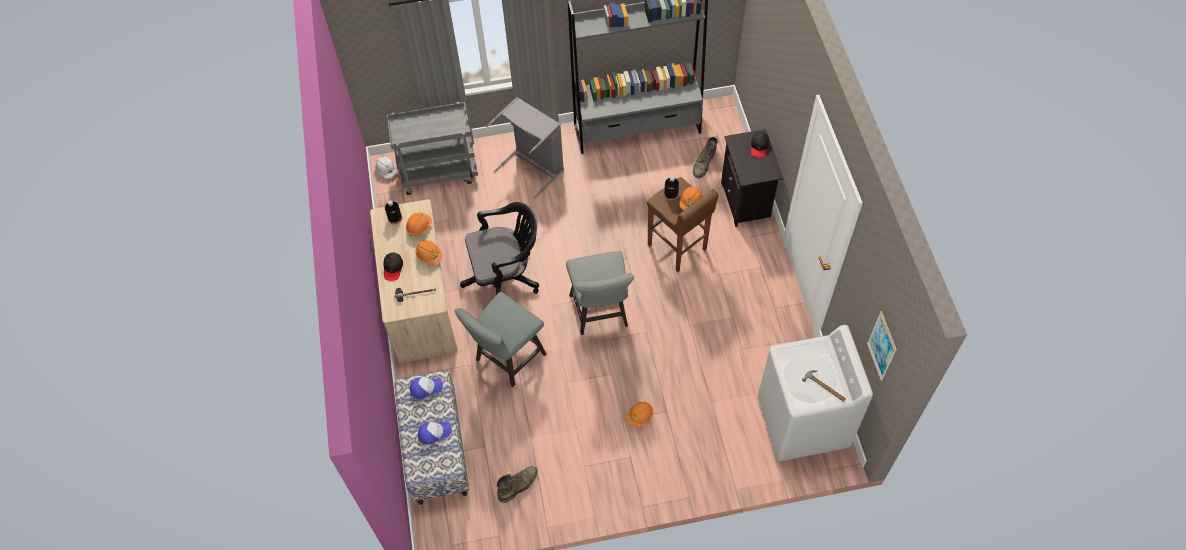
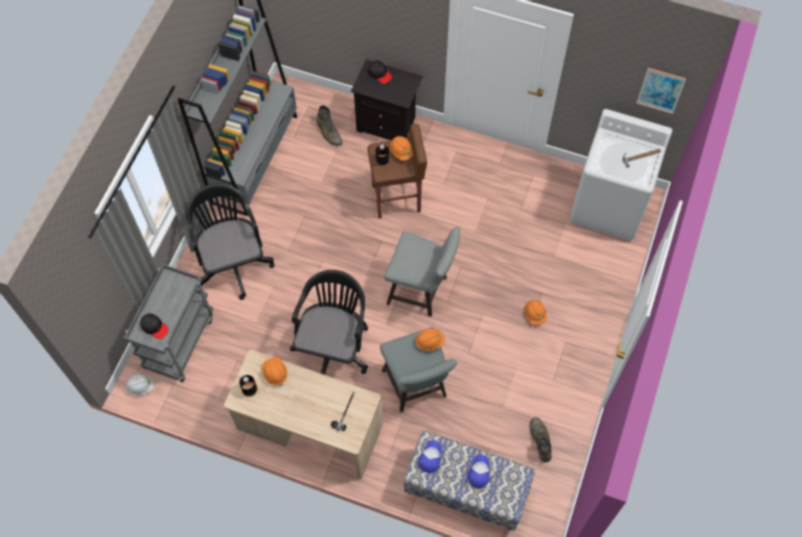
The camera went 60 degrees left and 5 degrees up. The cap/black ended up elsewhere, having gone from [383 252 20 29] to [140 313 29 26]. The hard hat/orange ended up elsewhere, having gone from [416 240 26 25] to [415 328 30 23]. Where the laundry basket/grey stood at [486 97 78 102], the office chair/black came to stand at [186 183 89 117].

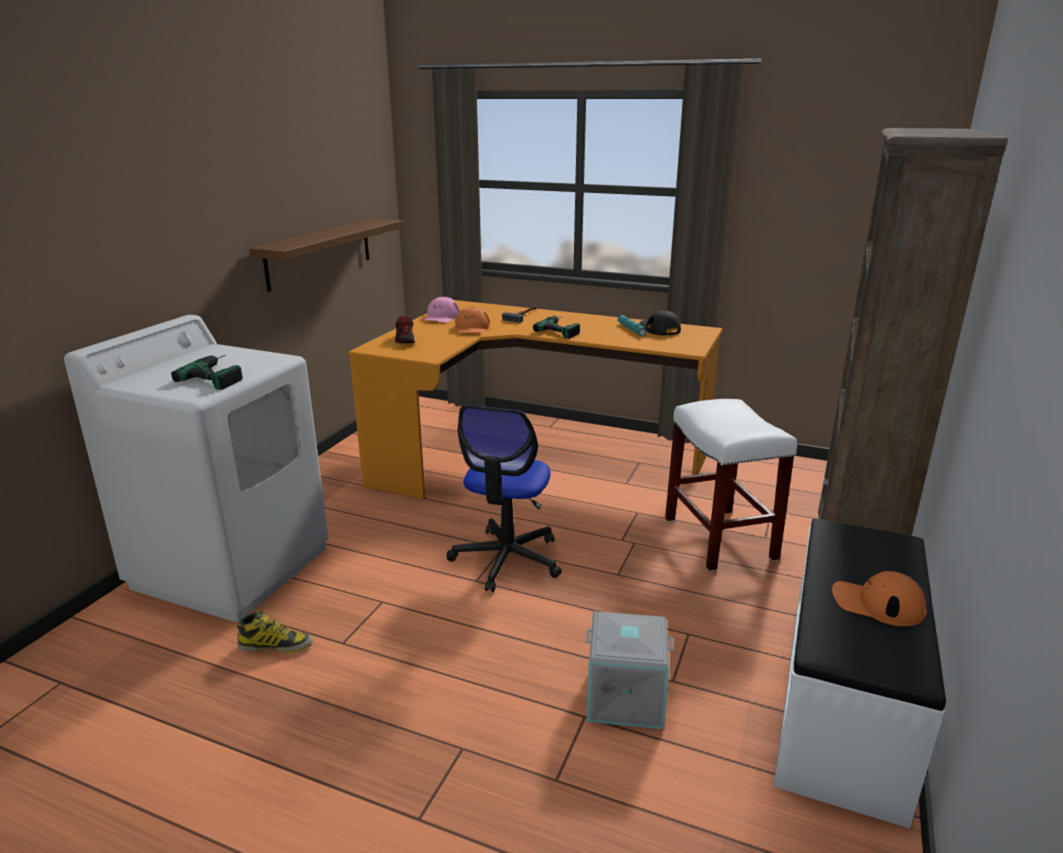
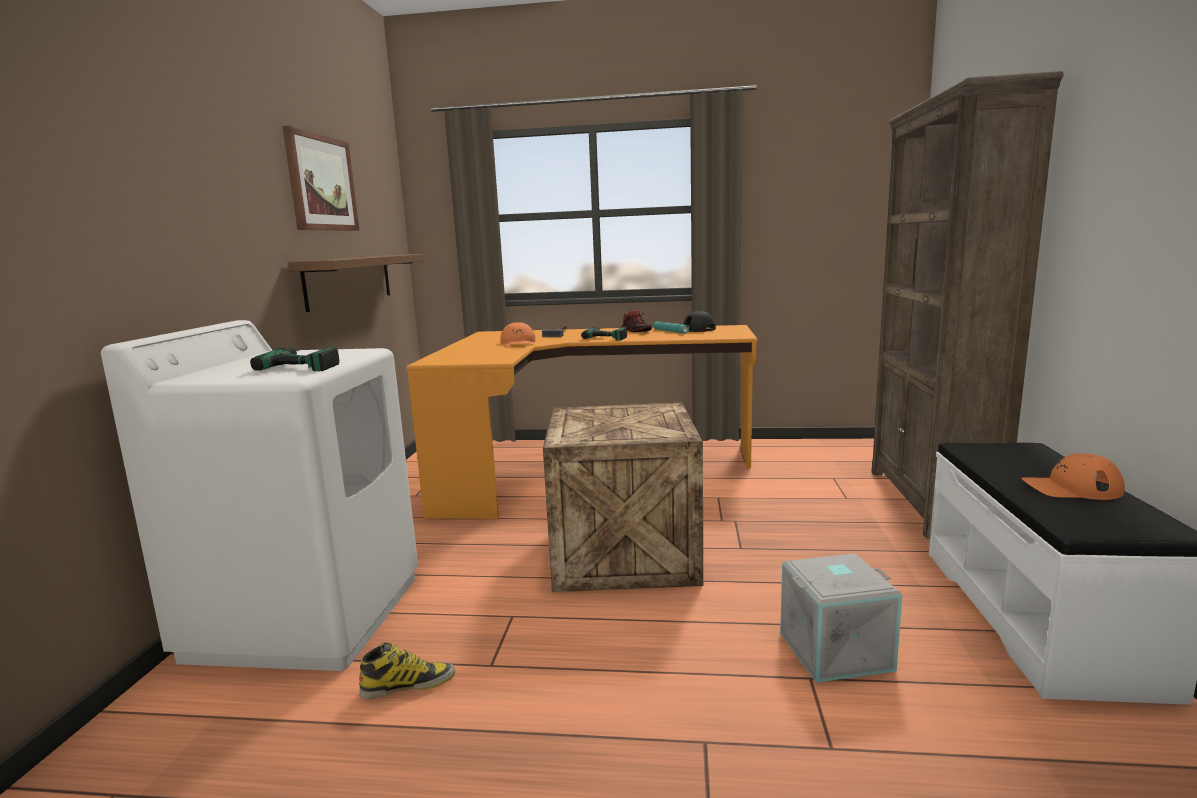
The camera went 15 degrees left and 10 degrees down. The shoe ended up elsewhere, having gone from [395 316 20 27] to [622 310 30 22]. The second view lost the cap/pink at [422 297 38 26]. Where the office chair stood at [446 405 116 187], the crate came to stand at [543 402 160 190]. The second view lost the stool/white at [665 399 132 173]. The second view gained the picture at [282 126 77 105].

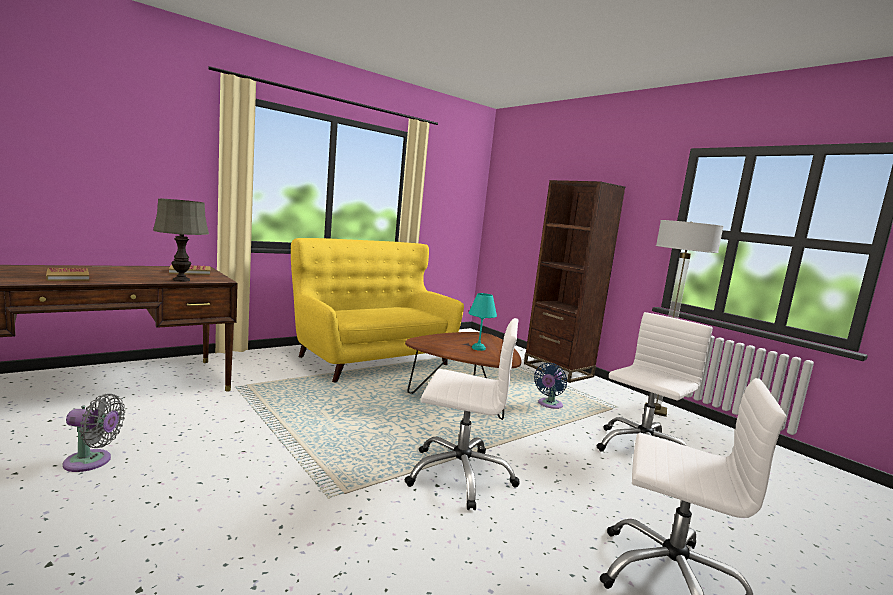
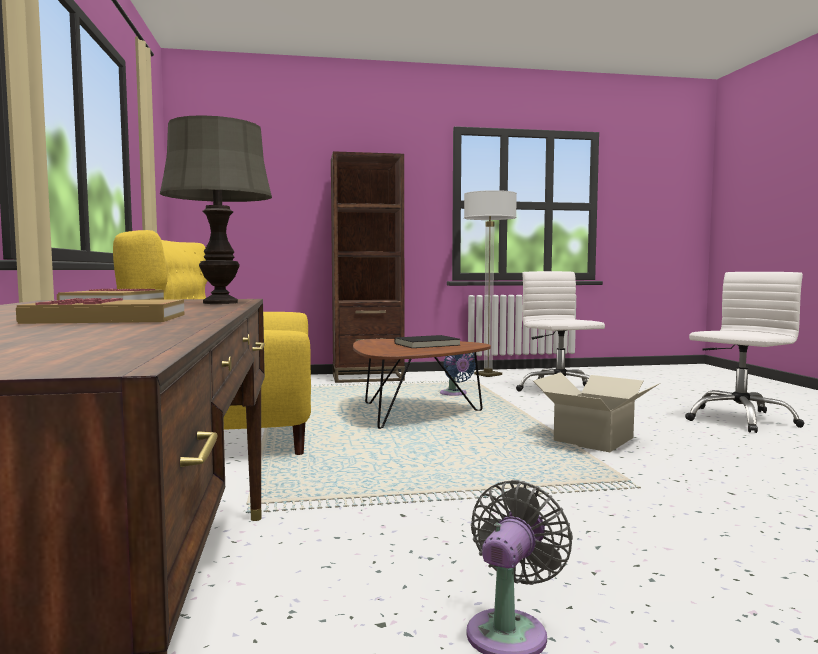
The camera went 60 degrees left and 5 degrees down. Where the office chair/white stood at [405 318 114 192], the cardboard box came to stand at [533 373 127 79]. Where the table lamp/turquoise stood at [469 293 28 58], the book/black came to stand at [394 335 66 13].

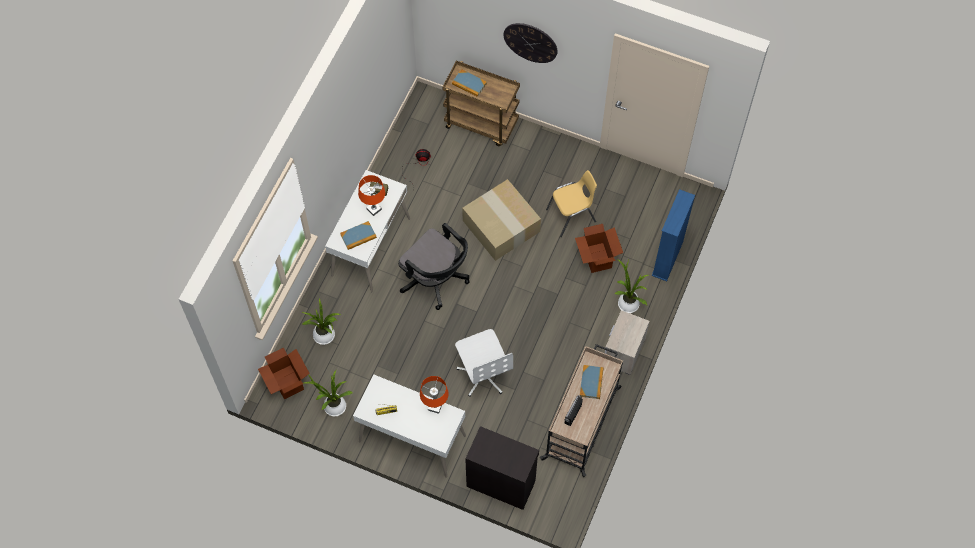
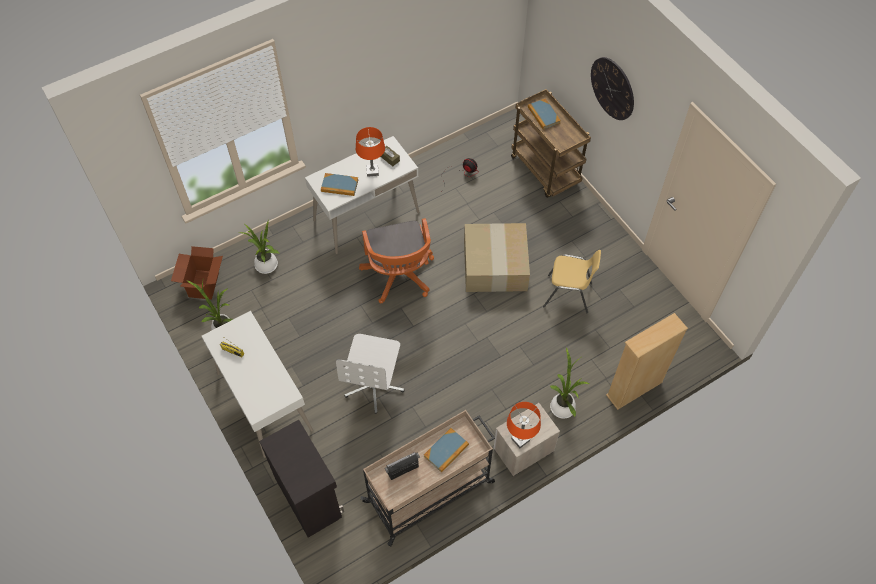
The camera went 35 degrees right and 5 degrees down. What was the office chair/black at [398 223 71 87] turned into the office chair/orange at [359 218 75 85]. The table lamp/orange ended up elsewhere, having gone from [420 376 29 38] to [507 402 34 46]. The second view lost the cardboard box at [575 224 48 49]. What was the bookcase/blue at [652 189 43 92] turned into the bookcase/beige at [606 313 82 97].

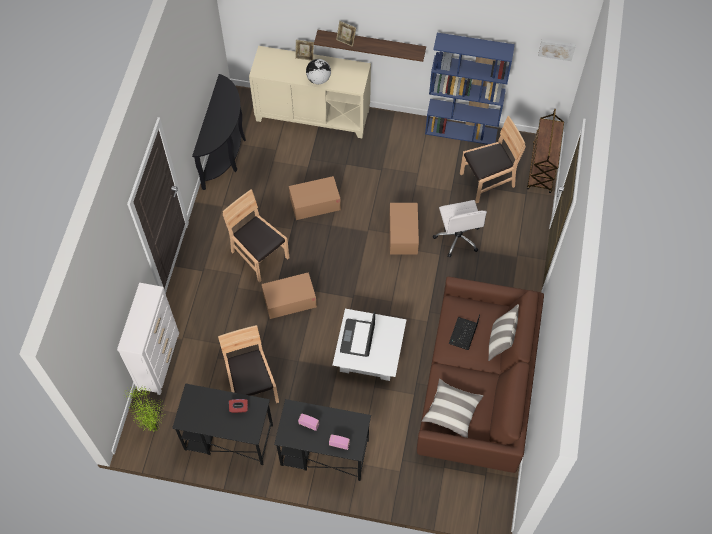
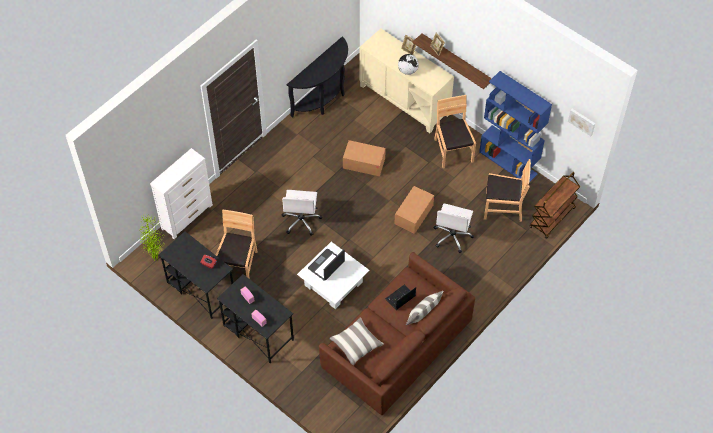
The camera went 30 degrees right and 5 degrees down. The chair/brown ended up elsewhere, having gone from [223 189 67 94] to [434 95 42 74]. Where the cardboard box stood at [262 272 55 47], the office chair/white came to stand at [281 190 42 46].

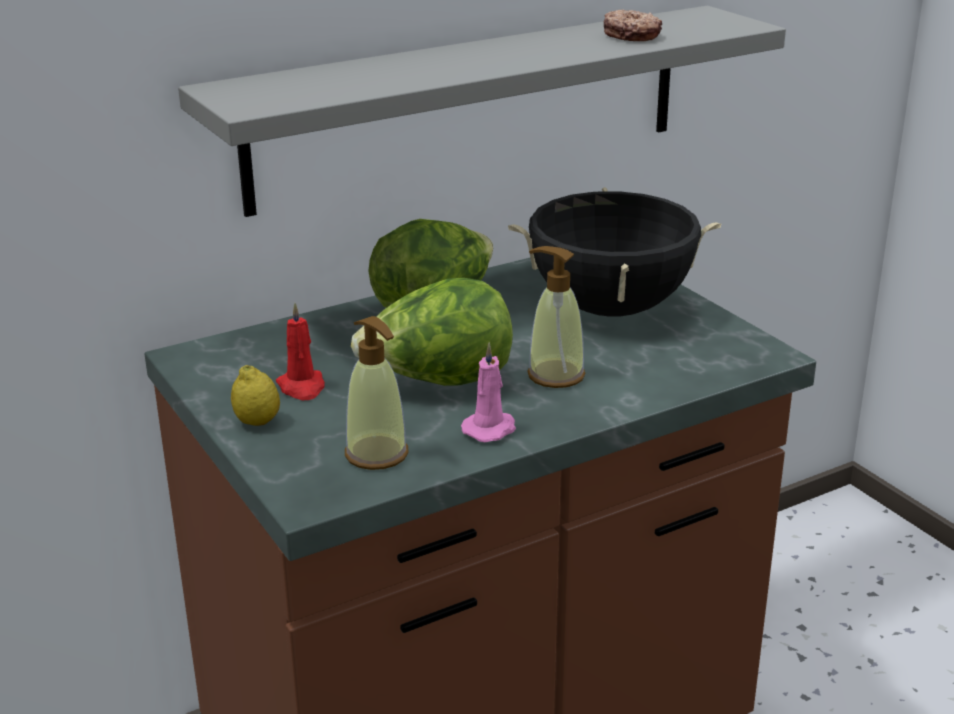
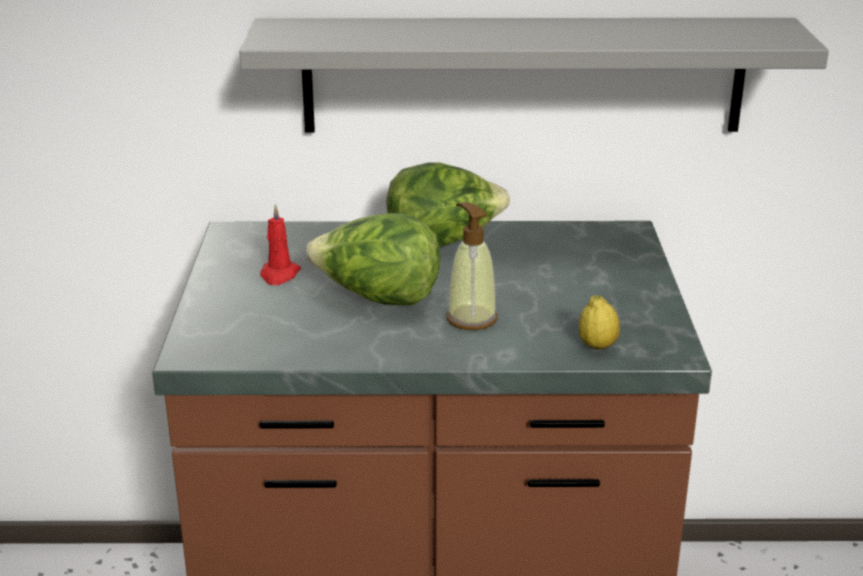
The camera went 30 degrees right and 0 degrees up. The lemon ended up elsewhere, having gone from [231 365 49 61] to [579 295 41 54]. The second view lost the soap dispenser at [345 316 63 154]. The second view lost the candle/pink at [461 343 55 99]. The second view lost the cooking pot/black at [508 187 214 130]. The second view lost the donut at [604 9 58 32].

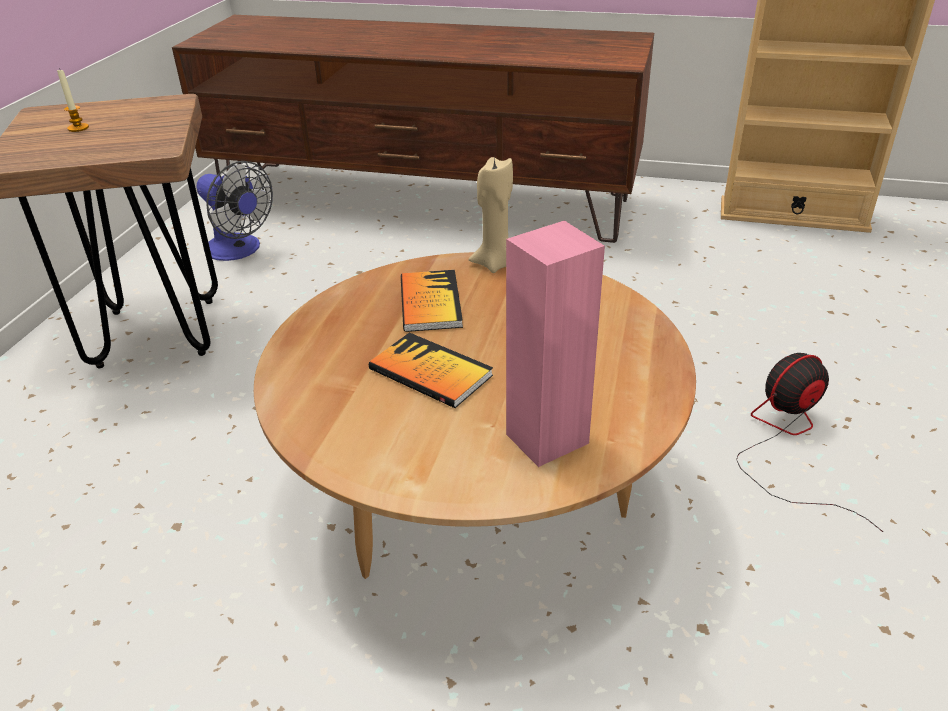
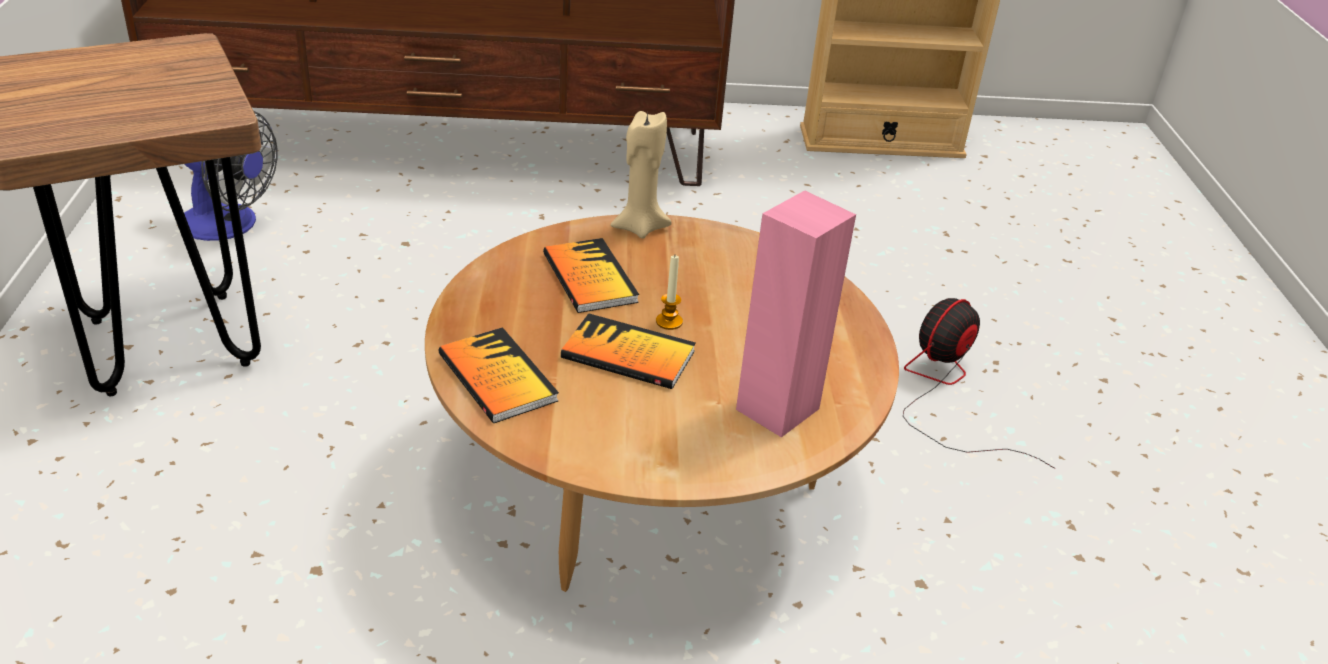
The camera went 20 degrees left and 0 degrees up. The candle ended up elsewhere, having gone from [57 68 32 64] to [656 255 27 75]. The second view gained the book at [439 327 120 96].

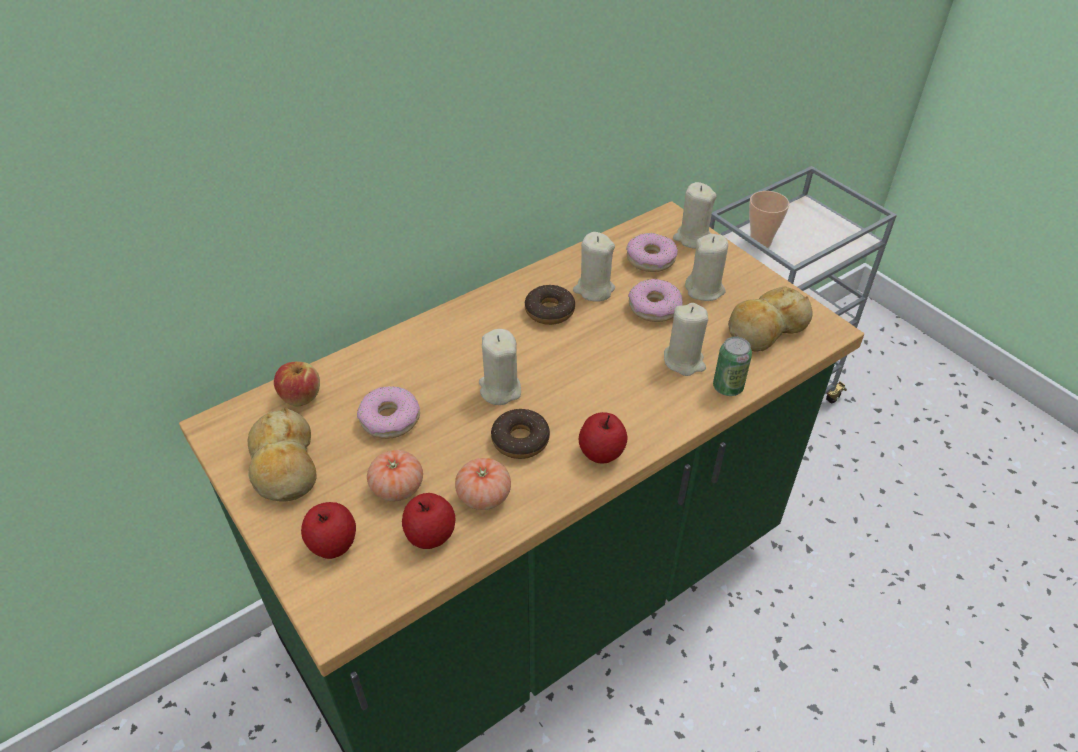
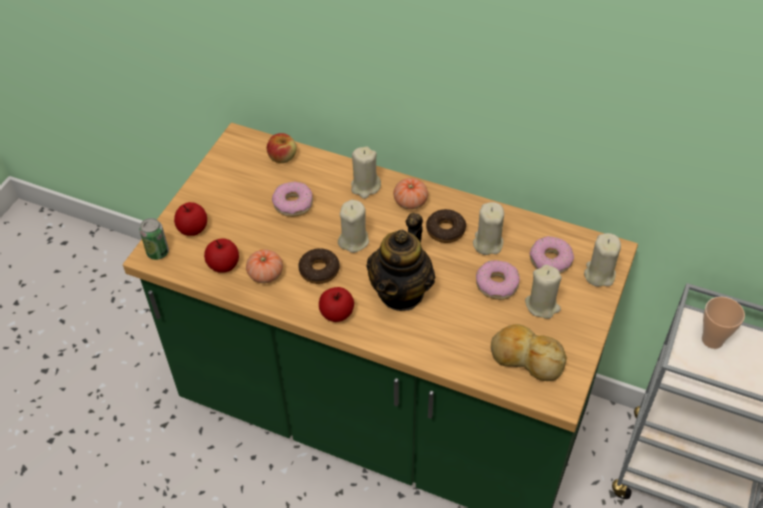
The camera went 60 degrees right and 5 degrees up. The second view lost the bread at [248 407 69 95]. The tomato ended up elsewhere, having gone from [367 450 56 51] to [393 178 35 31]. The candle/beige ended up elsewhere, having gone from [664 303 44 73] to [351 146 30 53]. The can ended up elsewhere, having gone from [713 337 39 59] to [139 218 30 42]. The second view gained the teapot at [366 213 69 98].

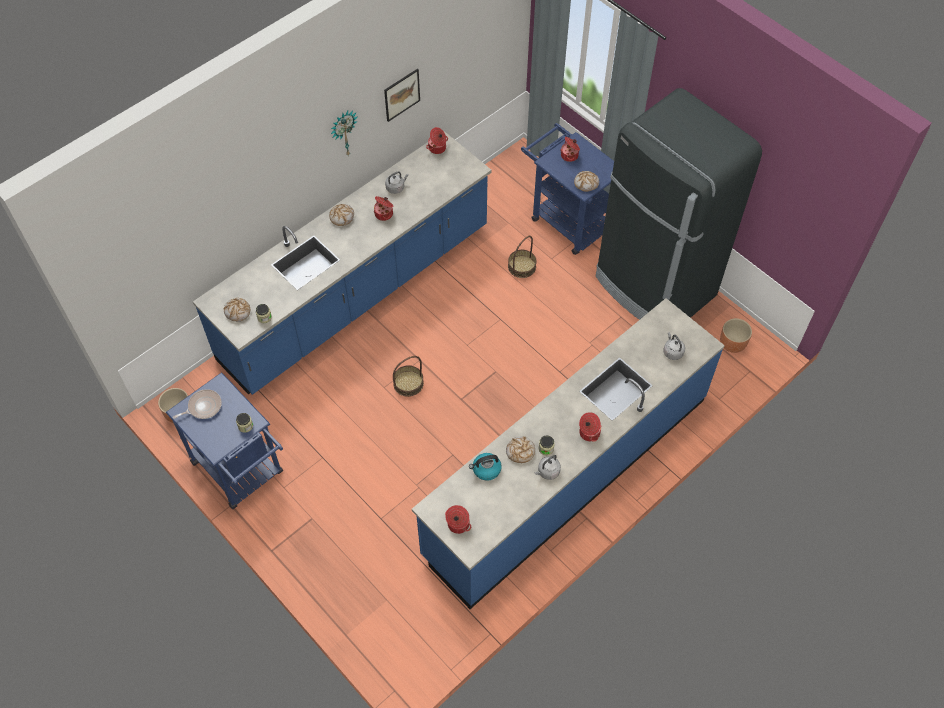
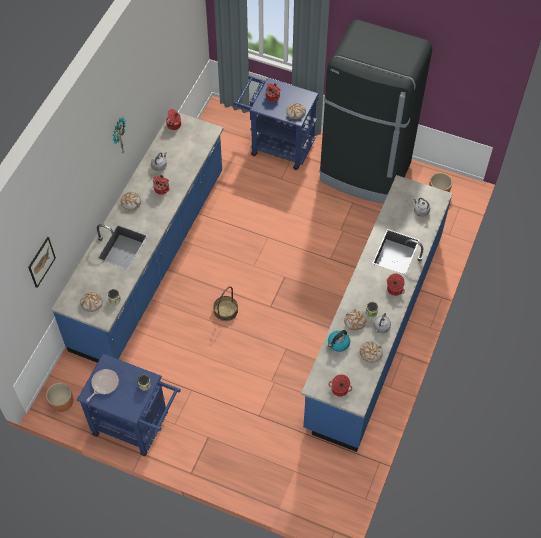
The camera went 25 degrees left and 0 degrees up. The picture ended up elsewhere, having gone from [384 69 36 53] to [28 237 28 51]. The second view lost the basket at [508 236 29 42]. The second view gained the bread at [360 341 23 21].

